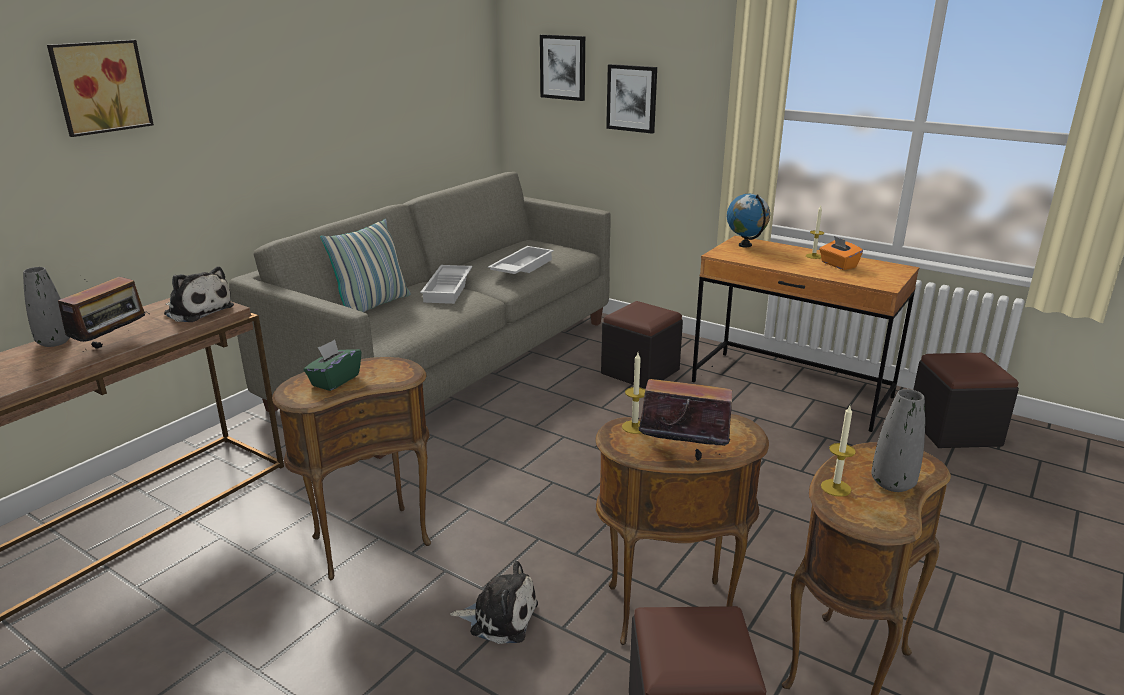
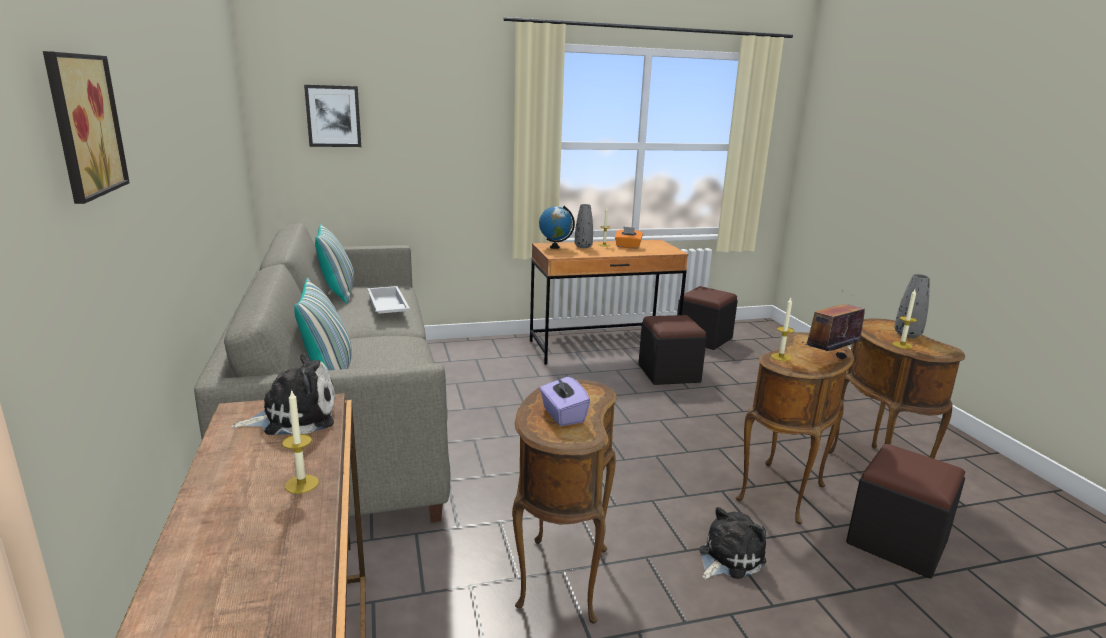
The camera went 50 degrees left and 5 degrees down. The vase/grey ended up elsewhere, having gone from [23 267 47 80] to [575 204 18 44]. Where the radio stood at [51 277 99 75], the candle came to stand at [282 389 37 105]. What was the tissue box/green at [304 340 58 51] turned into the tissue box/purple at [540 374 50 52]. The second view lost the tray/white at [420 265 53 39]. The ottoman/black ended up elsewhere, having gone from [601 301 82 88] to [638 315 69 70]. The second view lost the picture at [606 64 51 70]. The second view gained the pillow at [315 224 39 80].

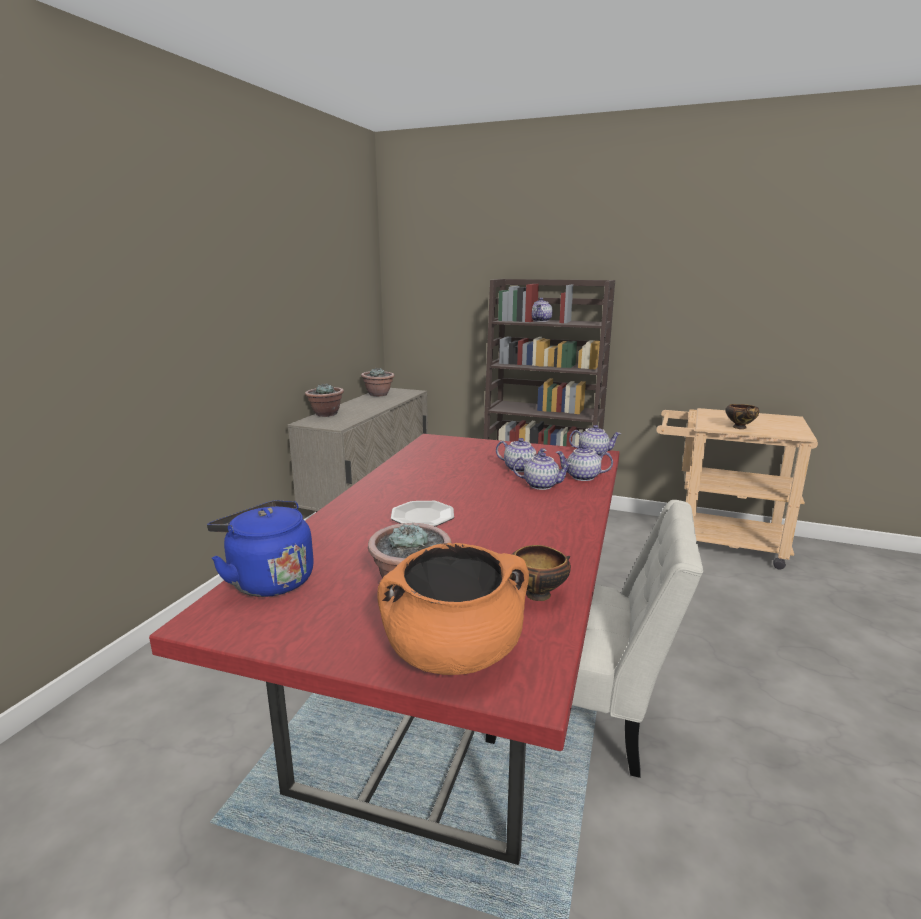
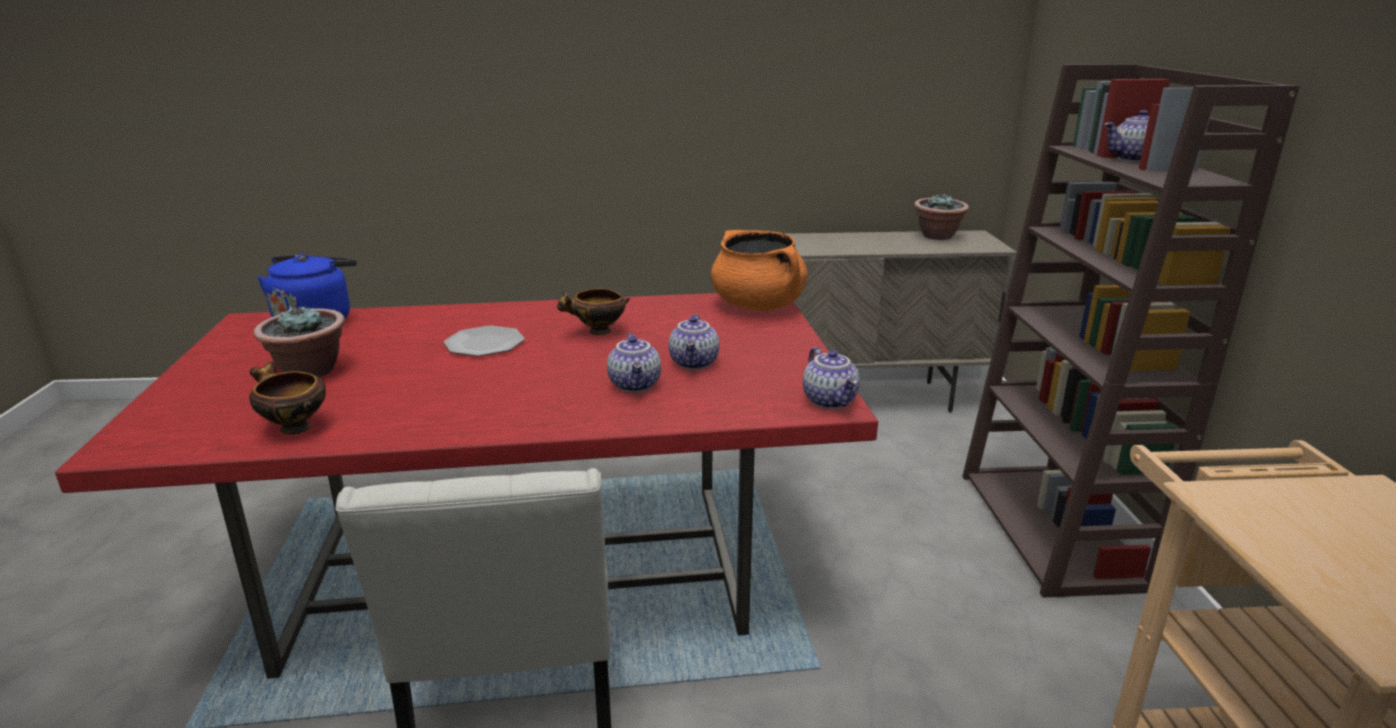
The camera went 65 degrees right and 5 degrees up. The second view lost the potted plant at [305 384 39 33]. The cooking pot/orange ended up elsewhere, having gone from [377 543 152 132] to [711 230 97 82]. The second view lost the teapot at [555 445 58 36]. The bowl ended up elsewhere, having gone from [725 404 34 25] to [557 289 73 46].

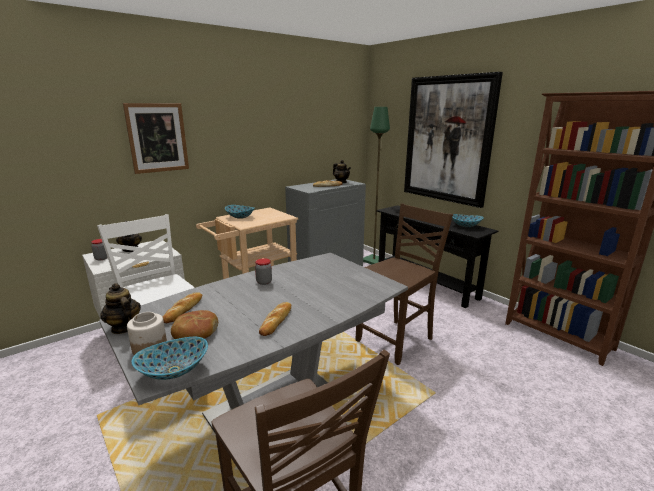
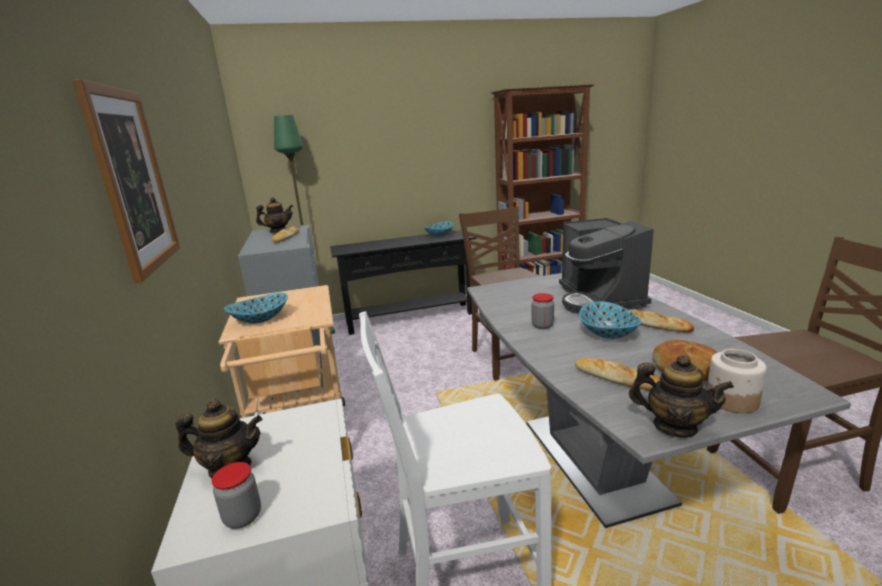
The camera went 65 degrees left and 0 degrees up. The teapot at [100 283 41 51] ended up facing another way, 135 degrees counterclockwise from before. The bowl ended up elsewhere, having gone from [132 337 76 43] to [579 301 62 38]. The second view lost the picture at [404 72 99 136]. The second view gained the coffee machine at [559 218 95 96].

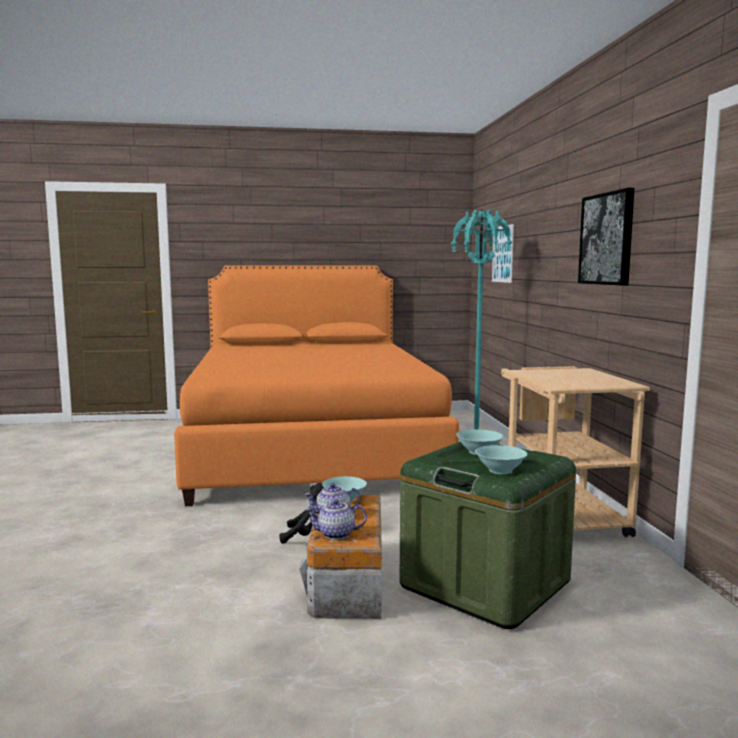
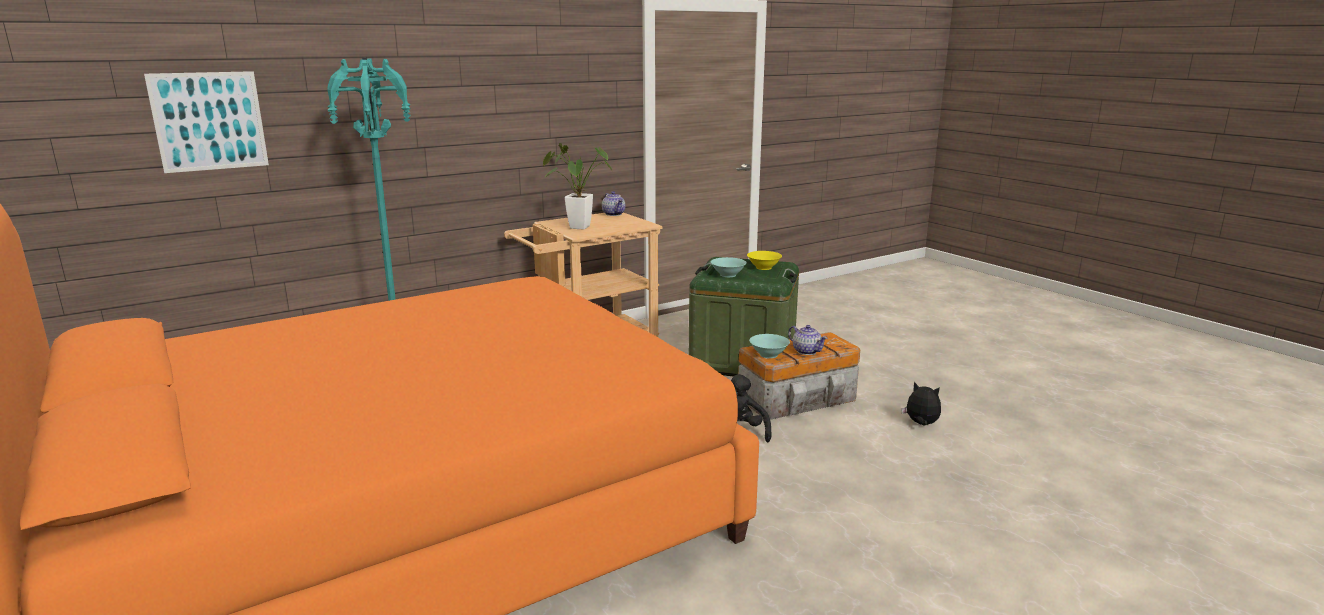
The camera went 115 degrees left and 10 degrees up. The teapot ended up elsewhere, having gone from [305 499 62 41] to [602 191 23 25]. What was the bowl/turquoise at [475 445 53 29] turned into the bowl/yellow at [747 251 35 19]. The second view lost the picture at [578 188 56 97]. The second view gained the potted plant at [543 143 69 87]. The second view gained the plush toy at [901 382 40 44].

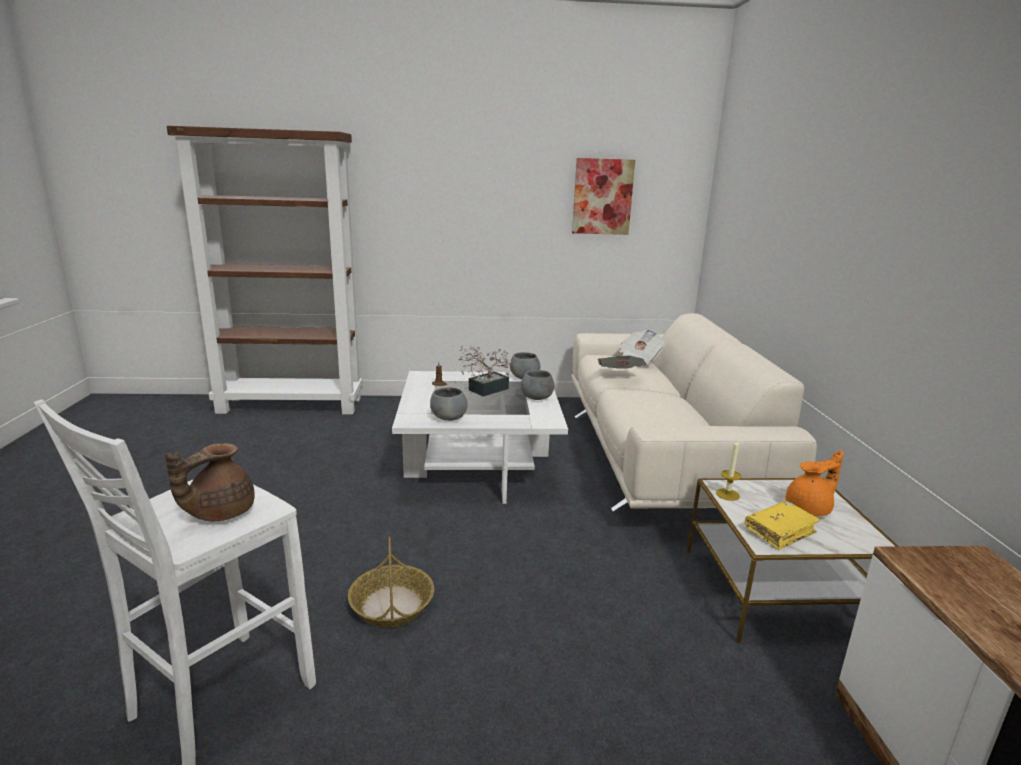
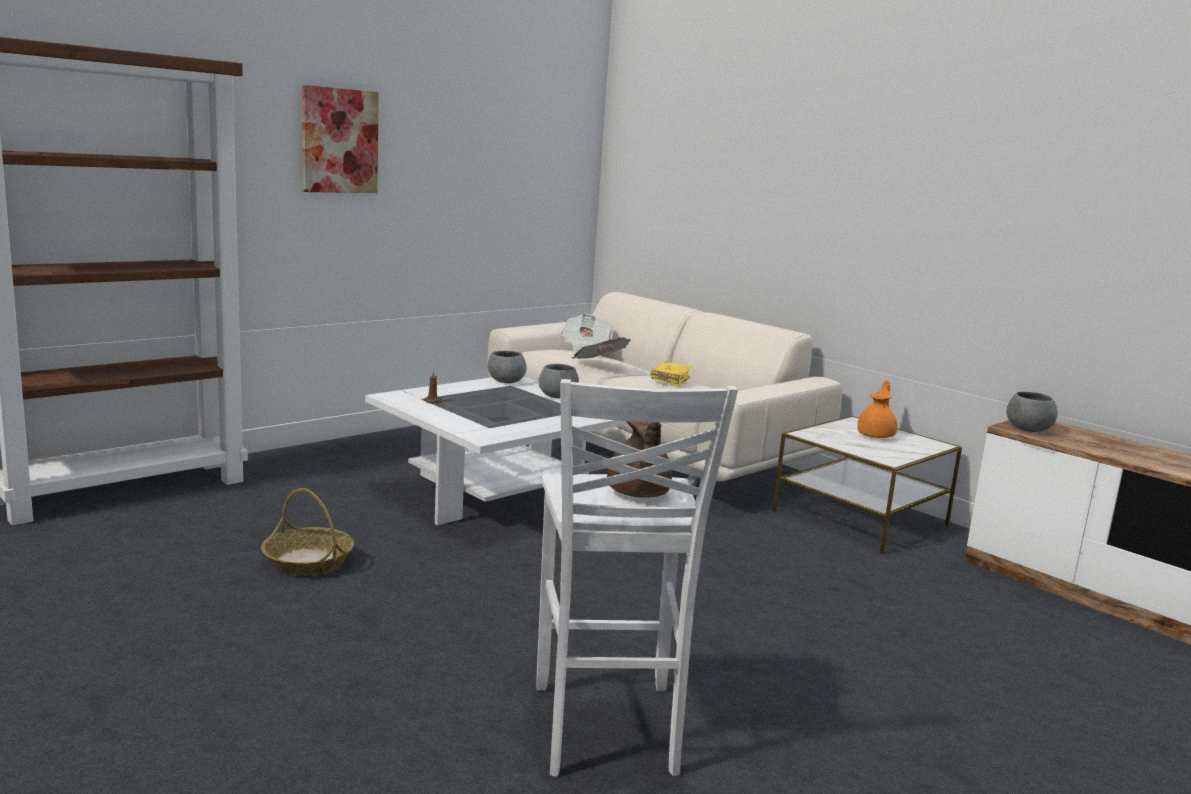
The camera went 40 degrees left and 5 degrees down. The basket ended up elsewhere, having gone from [348 537 86 91] to [261 488 93 87]. The bowl/grey ended up elsewhere, having gone from [430 387 38 34] to [1007 392 51 40]. The second view lost the potted plant at [458 346 53 50]. The picture ended up elsewhere, having gone from [572 158 63 77] to [302 85 77 108]. The second view lost the candle at [716 440 26 61]. The book/yellow ended up elsewhere, having gone from [745 501 75 49] to [650 361 42 26].

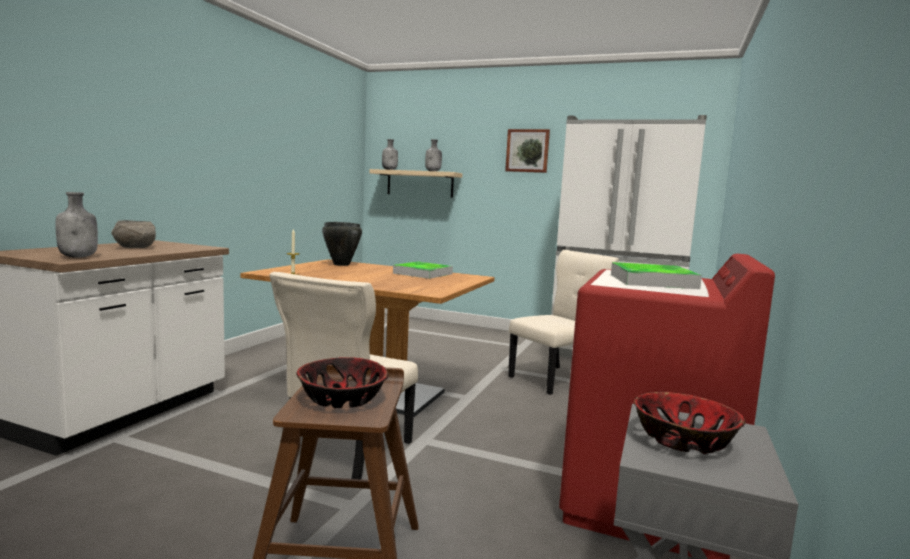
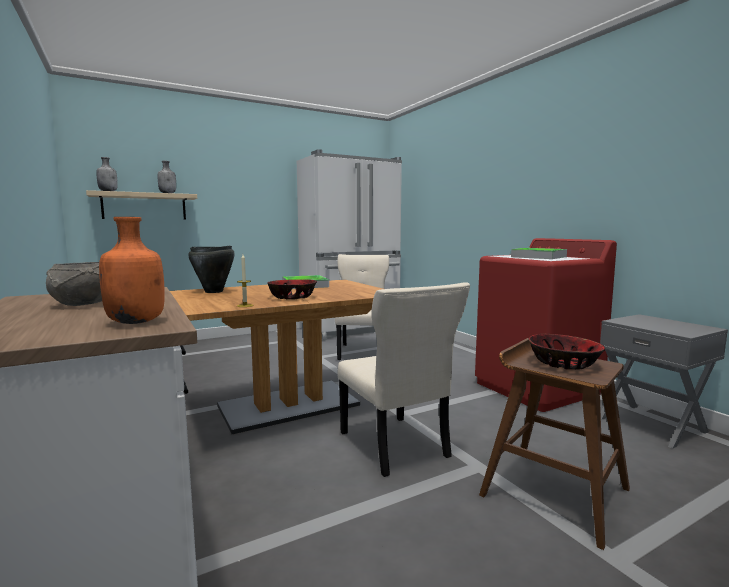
The camera went 50 degrees left and 0 degrees up. What was the bottle/grey at [55 192 43 66] turned into the bottle/orange at [99 217 66 107]. The second view lost the picture at [505 129 45 44]. The bowl ended up elsewhere, having gone from [634 392 111 62] to [267 279 50 21].

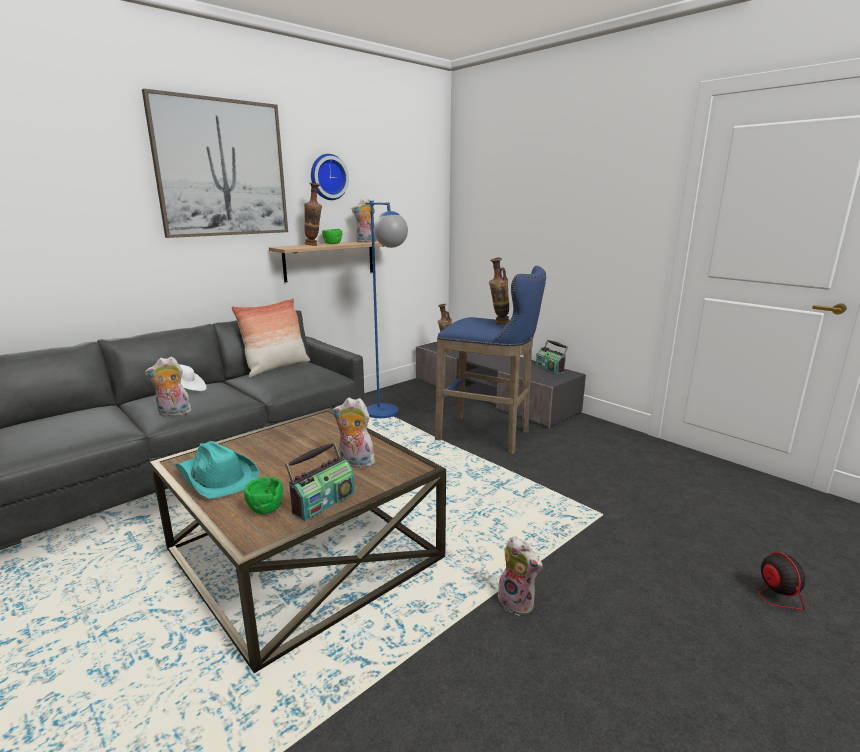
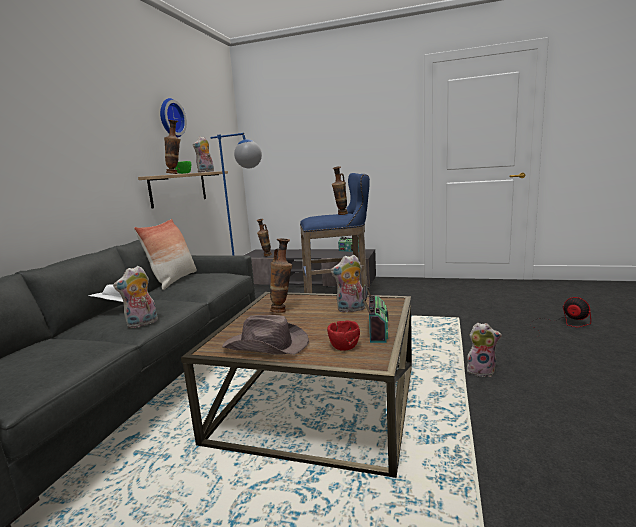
The camera went 30 degrees left and 5 degrees down. The second view lost the picture at [142 89 146 149]. What was the hat/turquoise at [175 441 84 58] turned into the hat/brown at [222 315 87 40]. What was the bowl/green at [244 477 39 37] turned into the bowl/red at [327 320 33 31]. The second view gained the vase at [270 239 22 74].

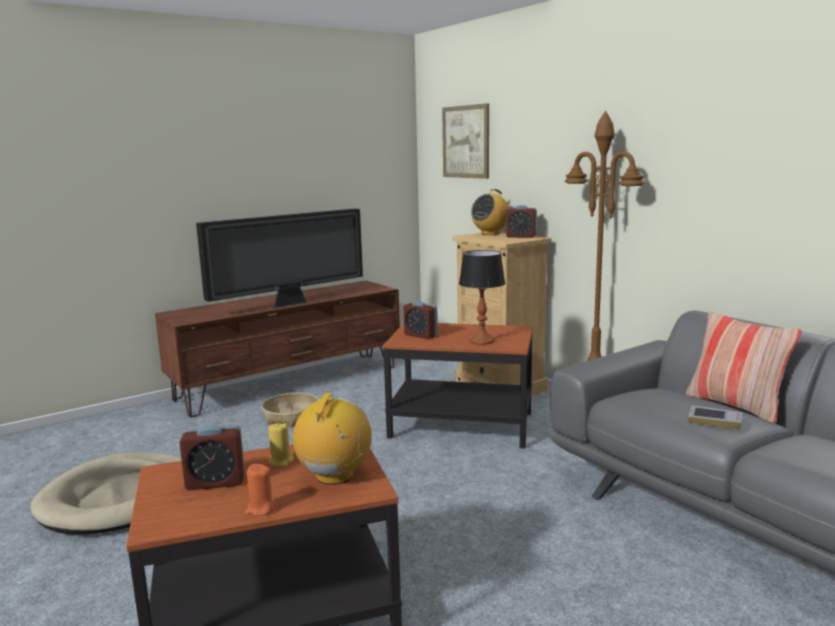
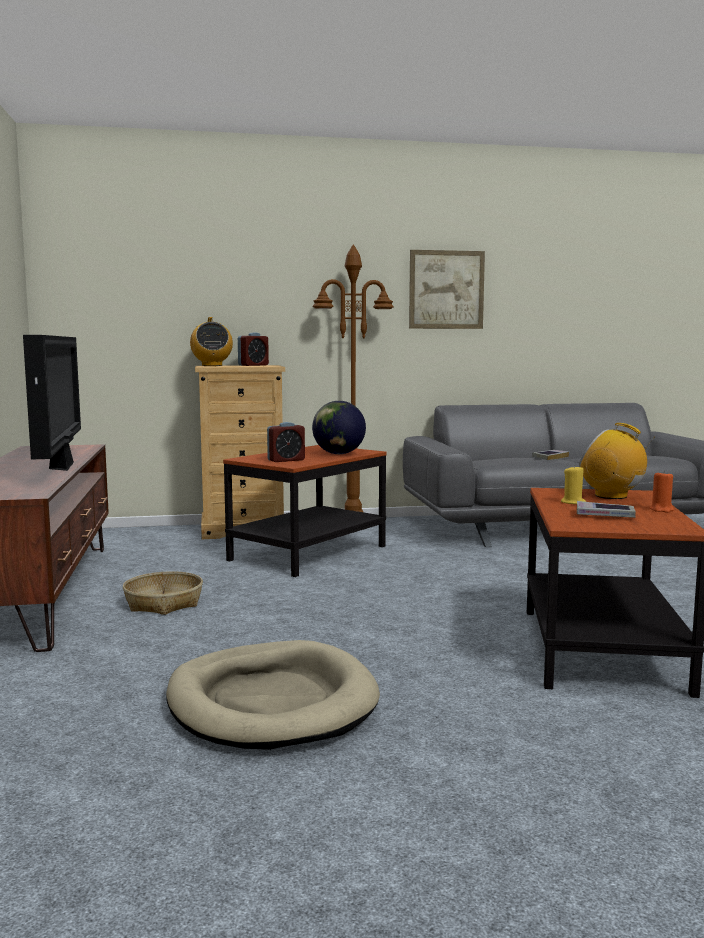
The camera went 65 degrees left and 5 degrees down. Where the alarm clock stood at [179 425 66 65], the book came to stand at [577 501 59 17]. The picture ended up elsewhere, having gone from [442 103 47 76] to [409 250 76 79]. Where the table lamp stood at [459 250 46 95], the globe came to stand at [312 401 54 53]. The second view lost the pillow at [686 311 115 112].

